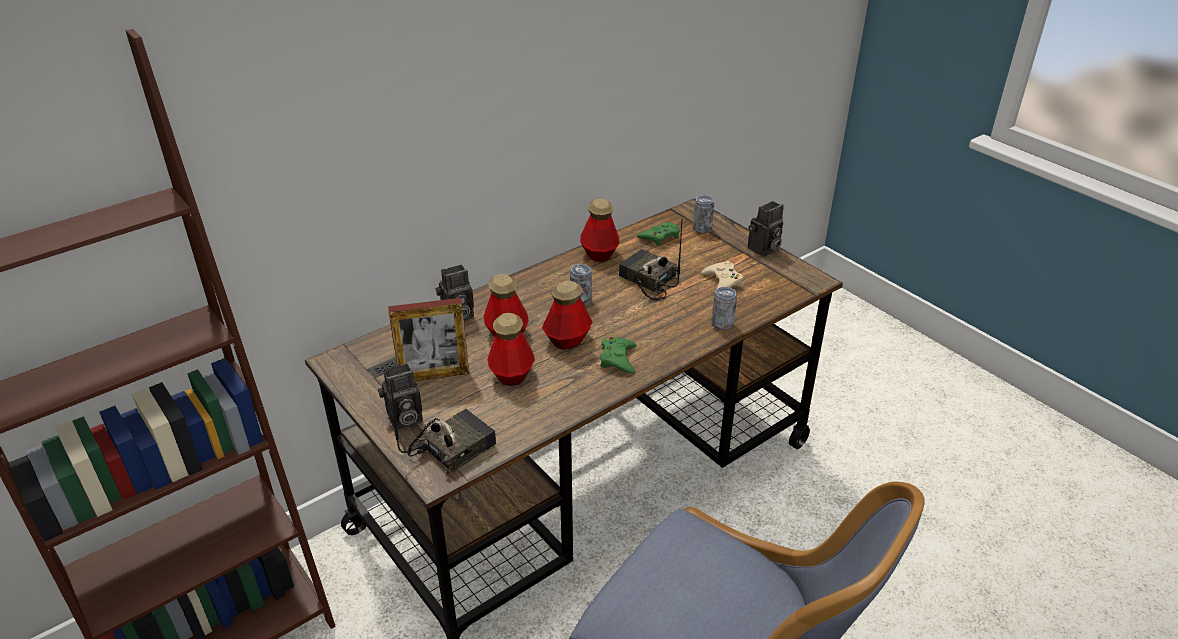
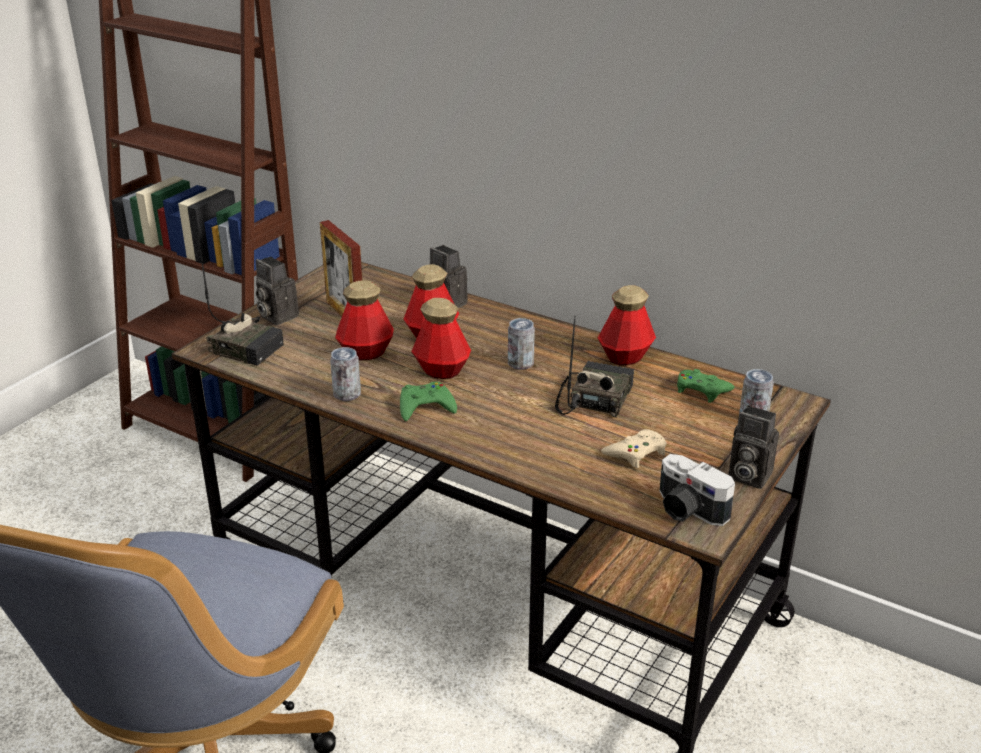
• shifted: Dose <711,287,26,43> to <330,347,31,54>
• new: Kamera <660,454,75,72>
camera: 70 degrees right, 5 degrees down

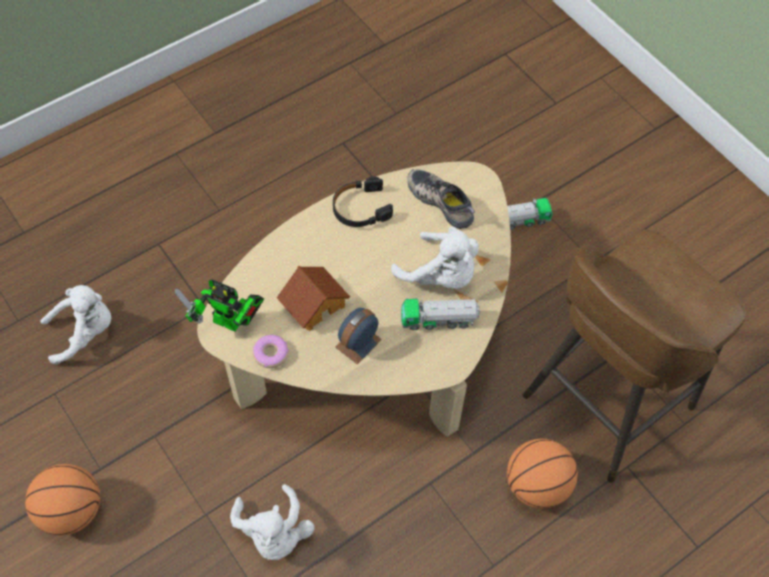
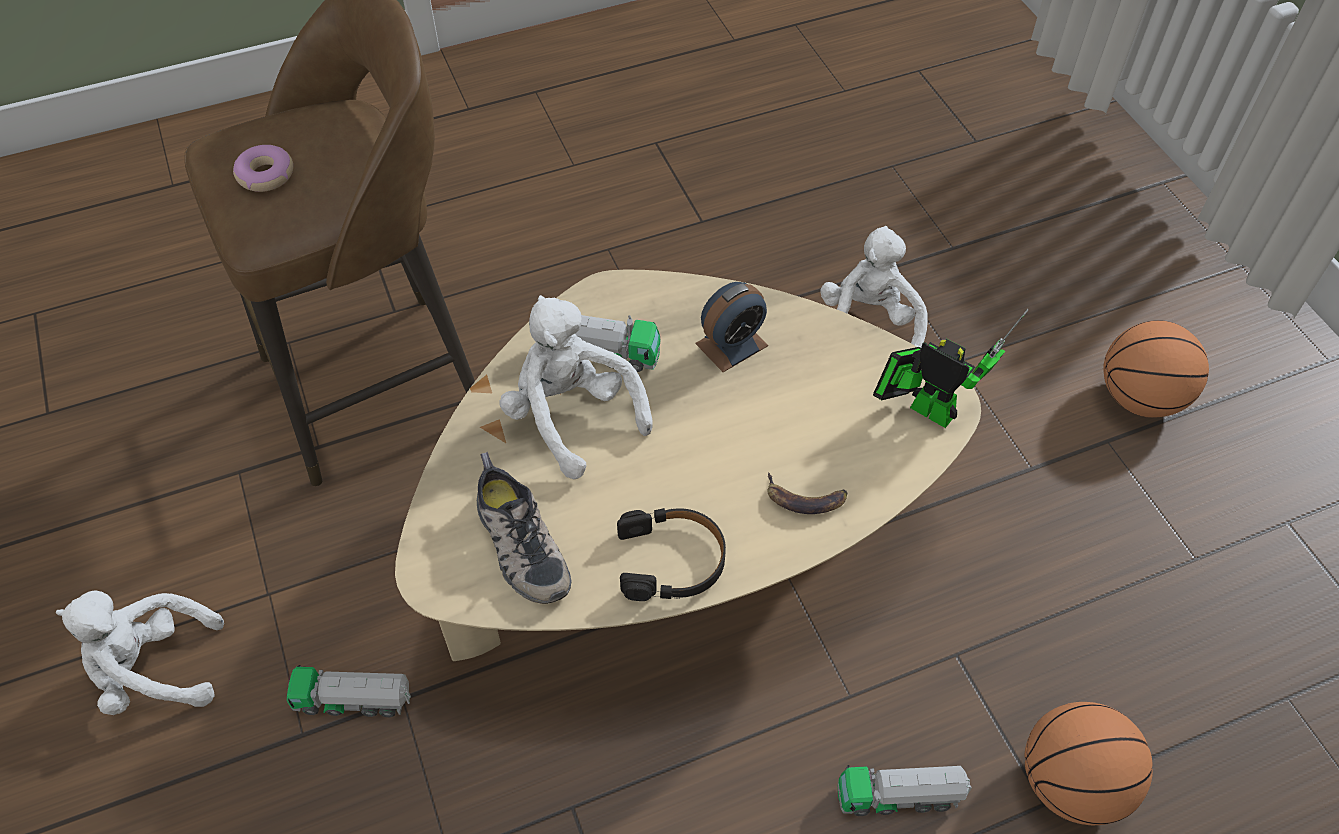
• shifted: Plüschtier (weiß) <40,285,71,80> to <56,590,168,125>
• shifted: Donut <253,335,36,33> to <233,145,60,47>
• new: Banane <767,472,81,42>
• new: Spielzeuglaster <838,765,133,51>
• shifted: Basketball <507,439,71,70> to <1024,702,129,123>
• gone: Spielzeughaus <277,266,73,65>
camera: 165 degrees left, 5 degrees down

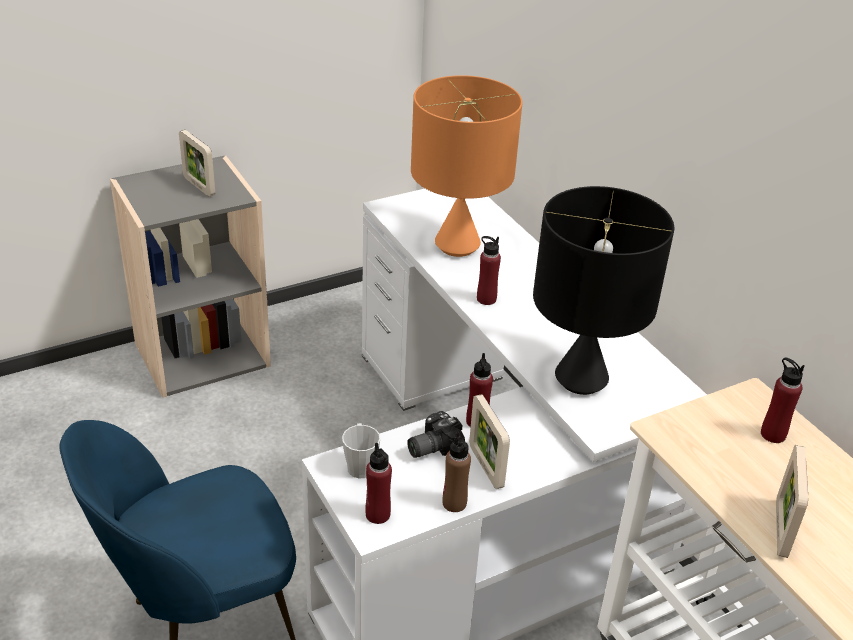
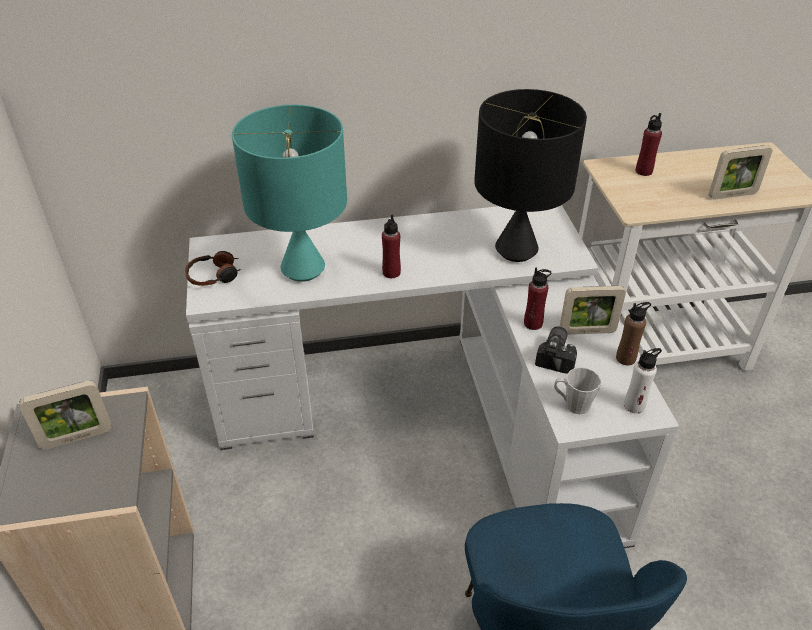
• new: Kopfhörer <185,251,56,35>
• repainted: Tischlampe (orange) <411,75,111,182> to Tischlampe (türkis) <232,105,115,177>
• rotated: Kamera <407,411,58,47> = <535,326,42,48> 150 degrees counterclockwise
• repainted: Flasche (rot) <365,443,27,81> to Flasche (weiß) <624,348,38,66>
• rotated: Bilderrahmen <776,445,32,113> = <709,145,64,55> 45 degrees counterclockwise
camera: 70 degrees left, 5 degrees up

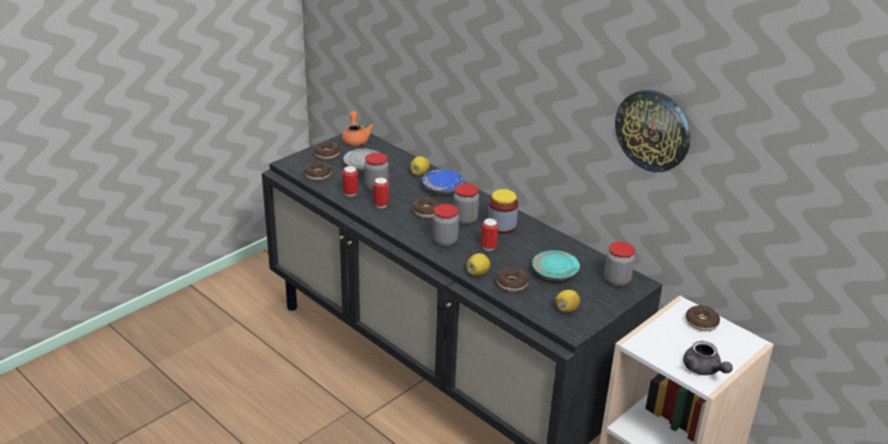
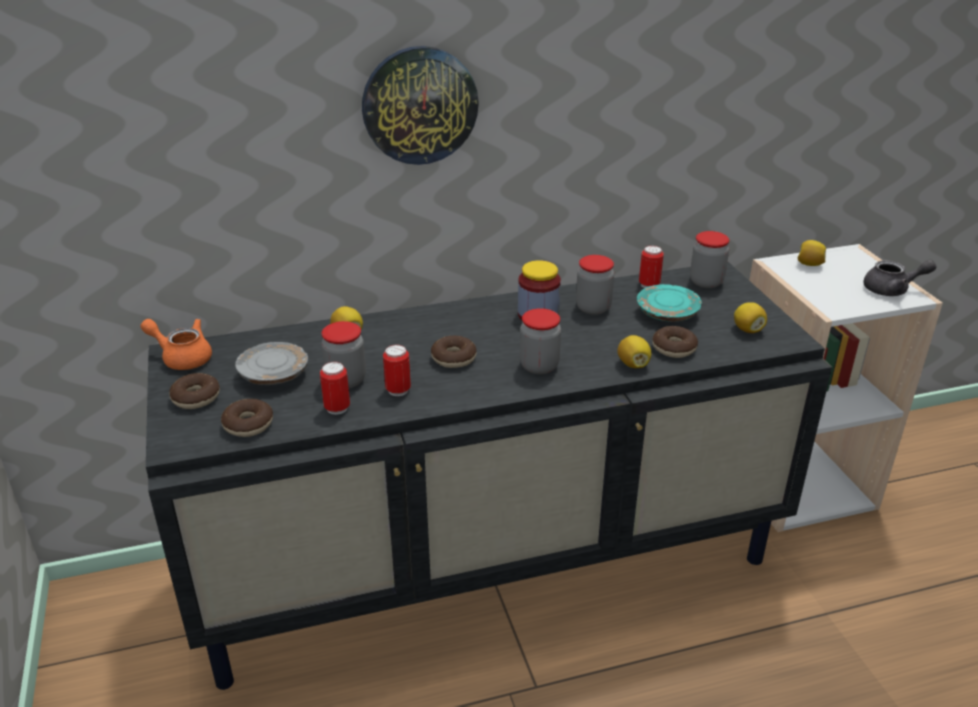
• shifted: Wanduhr <615,90,75,82> to <362,46,117,119>
• shifted: Vorratsglas <453,183,26,42> to <576,255,38,60>
• shifted: Dose <481,218,17,33> to <639,245,25,43>
• swapped: Donut <686,306,34,25> to Zitrone <798,240,28,26>
• gone: Teller (blau) <422,169,42,25>
camera: 60 degrees left, 0 degrees up

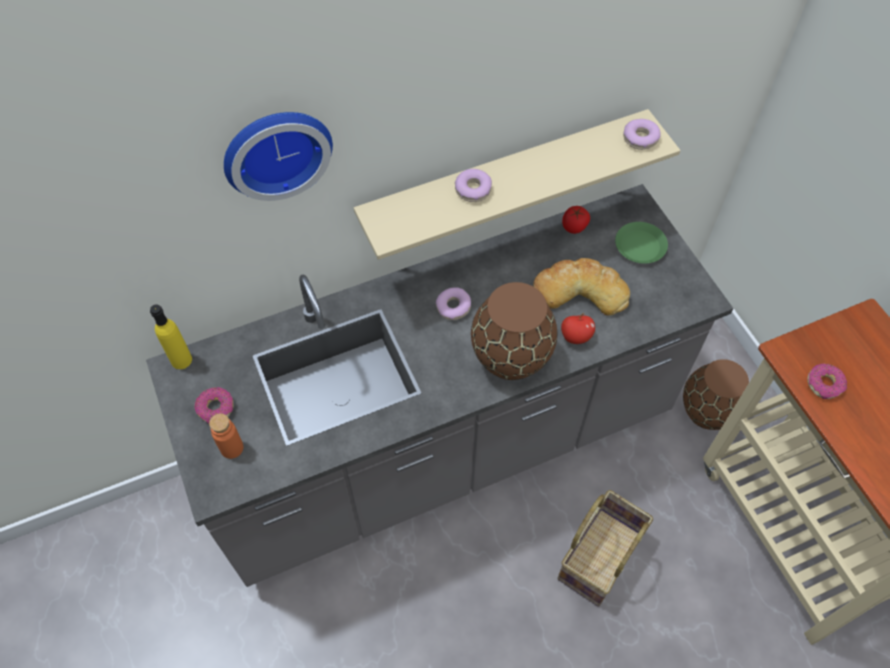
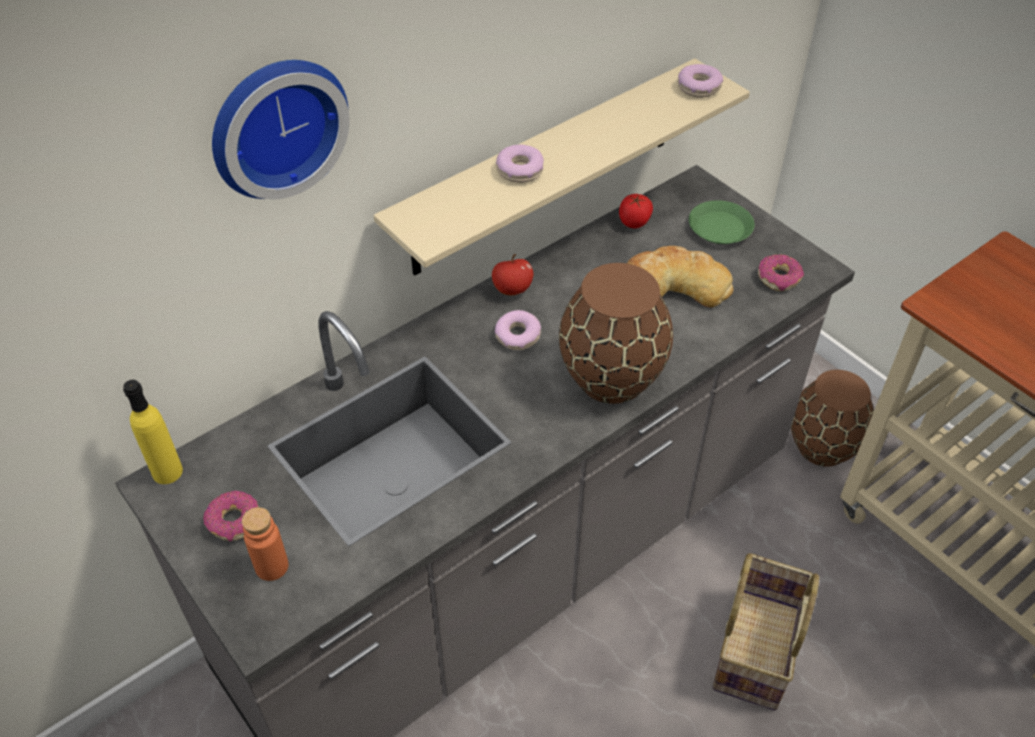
• shifted: Apfel <561,313,34,31> to <492,254,41,41>
• shifted: Donut <807,364,40,35> to <758,254,46,37>
camera: 15 degrees left, 10 degrees down

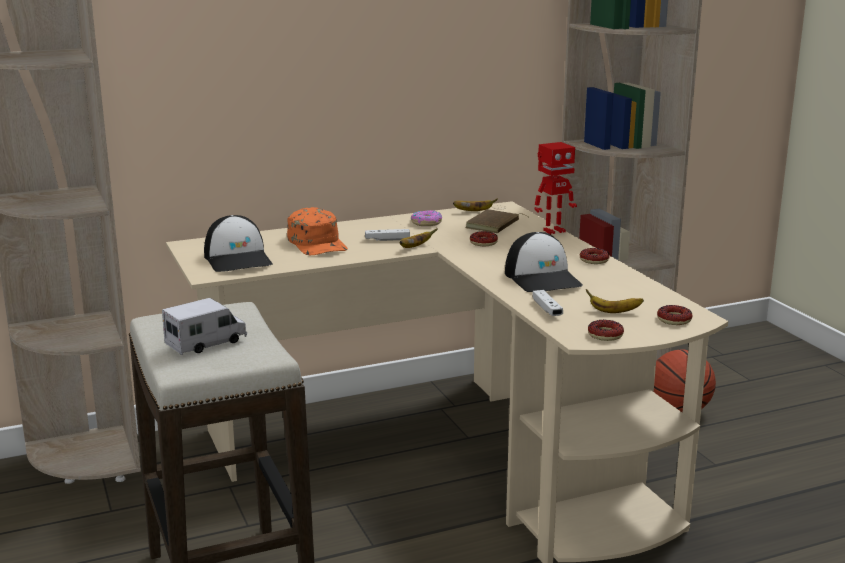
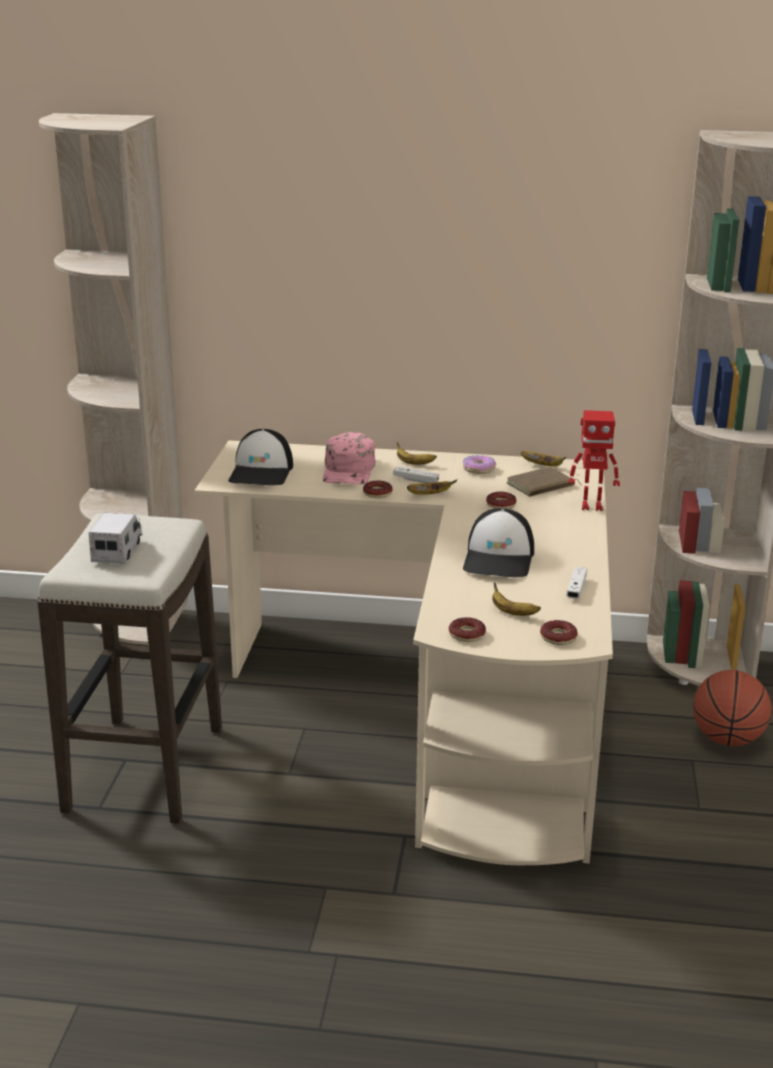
• rotated: Spielzeuglaster <162,298,85,57> = <89,513,53,51> 75 degrees counterclockwise
• repainted: Kappe (orange) <287,207,61,48> to Kappe (rosa) <323,432,52,53>
• shifted: Donut <580,248,30,16> to <363,481,30,17>
• new: Banane <397,442,40,23>
• shifted: Gamepad (weiß) <532,290,31,26> to <566,567,21,32>
camera: 30 degrees right, 5 degrees up

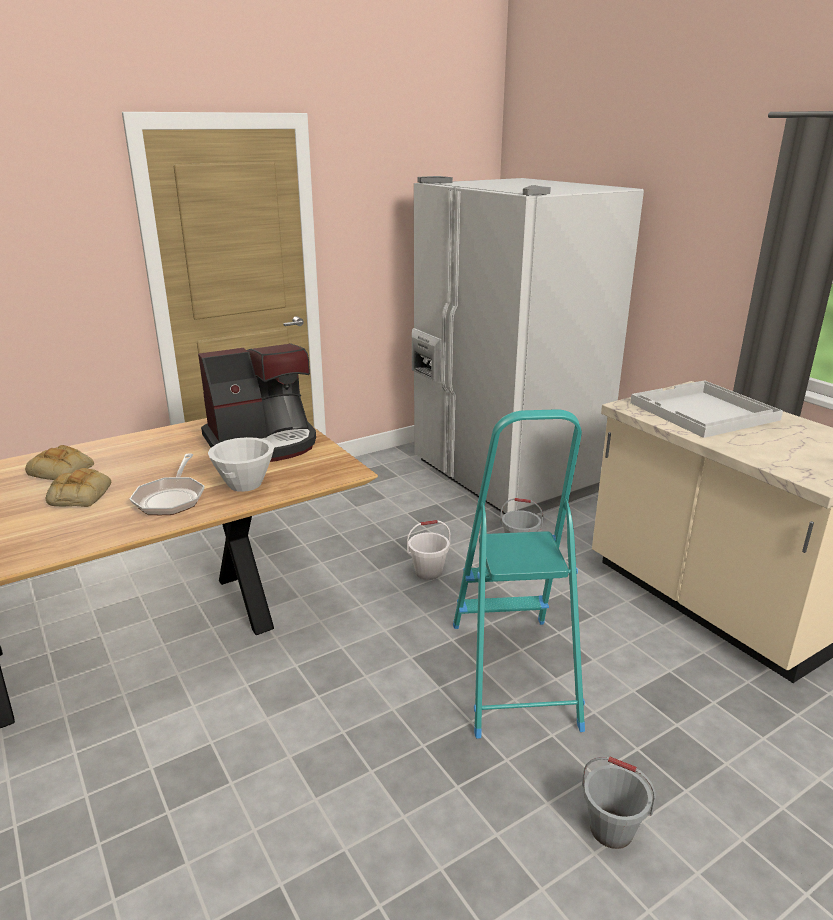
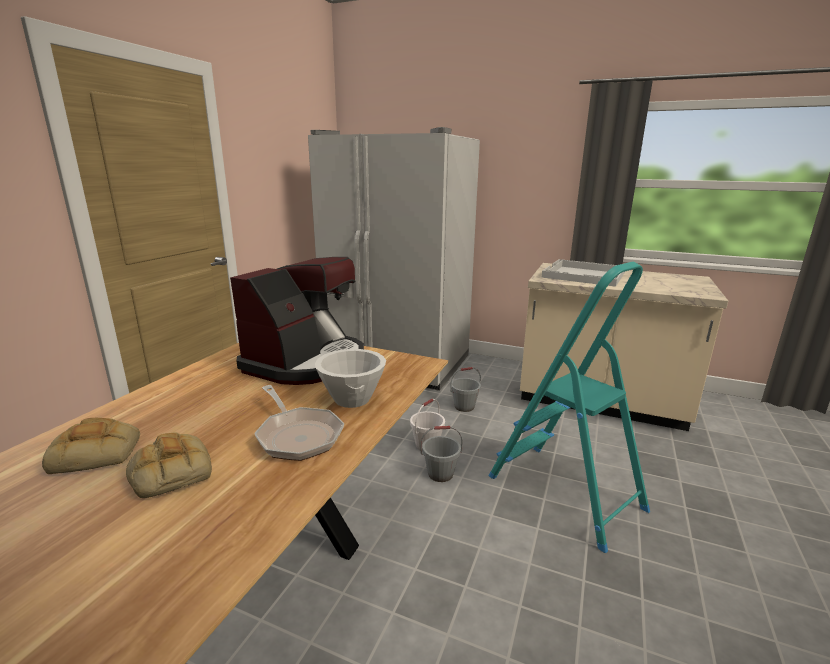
• shifted: Eimer (grau) <582,756,74,93> to <421,426,42,56>
camera: 35 degrees left, 5 degrees down

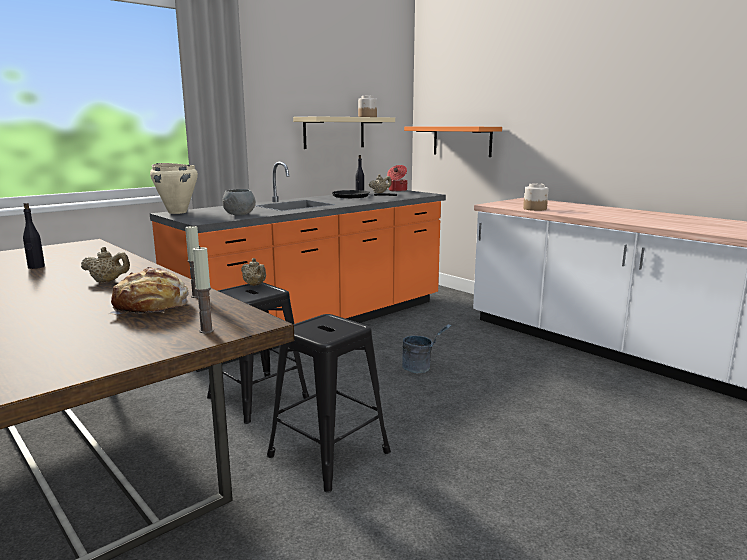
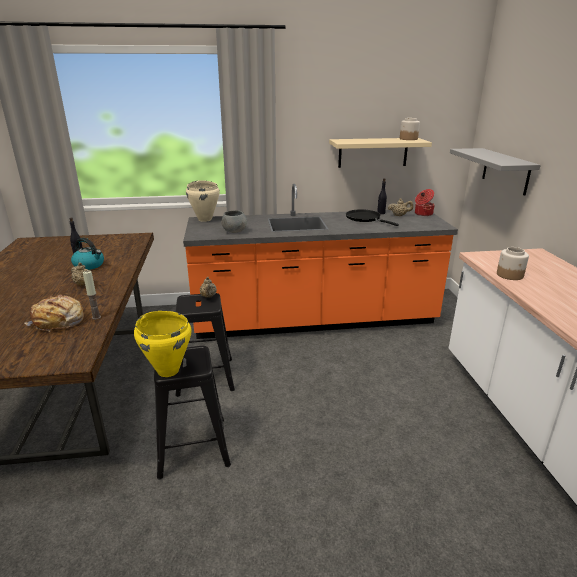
• new: Wasserkessel <71,238,33,32>
• new: Kochtopf (gelb) <134,311,58,66>
• repainted: Wandregal (orange) <404,126,98,31> to Wandregal (grau) <450,148,91,48>
• gone: Kerze <192,246,22,87>
• gone: Eimer (grau) <402,324,50,49>
camera: 35 degrees right, 10 degrees up

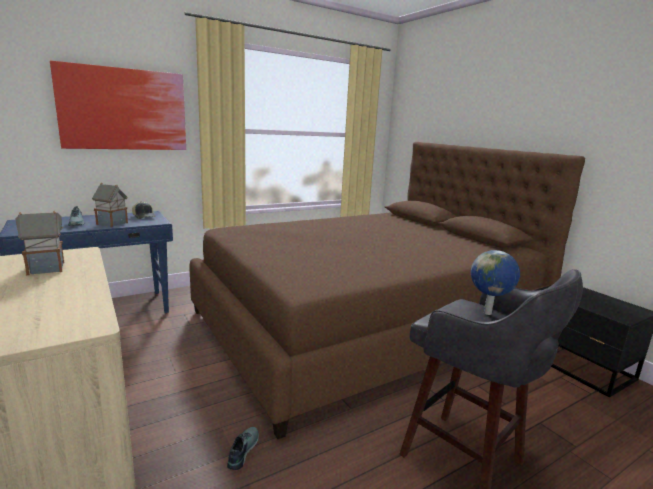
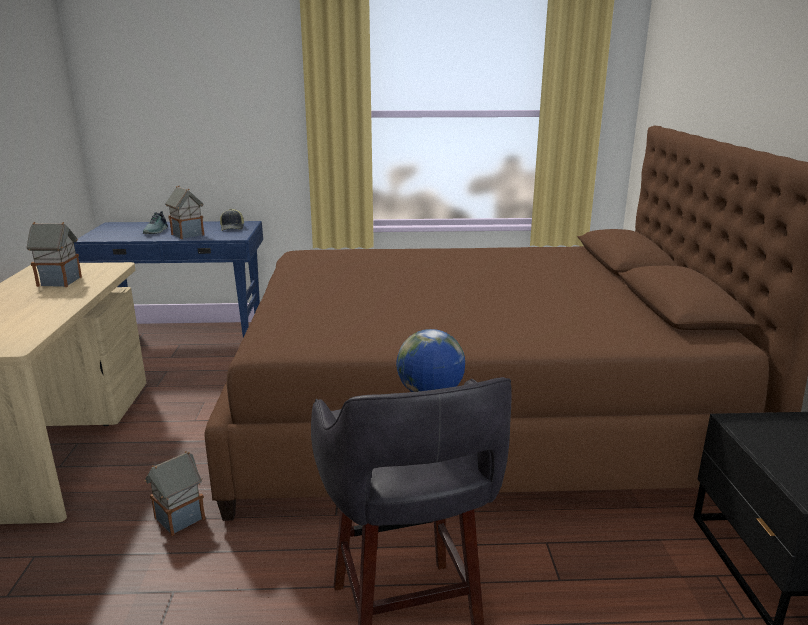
• swapped: Schuh <227,427,32,43> to Spielzeughaus <144,451,62,85>
• gone: Bild <50,61,136,89>
camera: 30 degrees right, 5 degrees up

